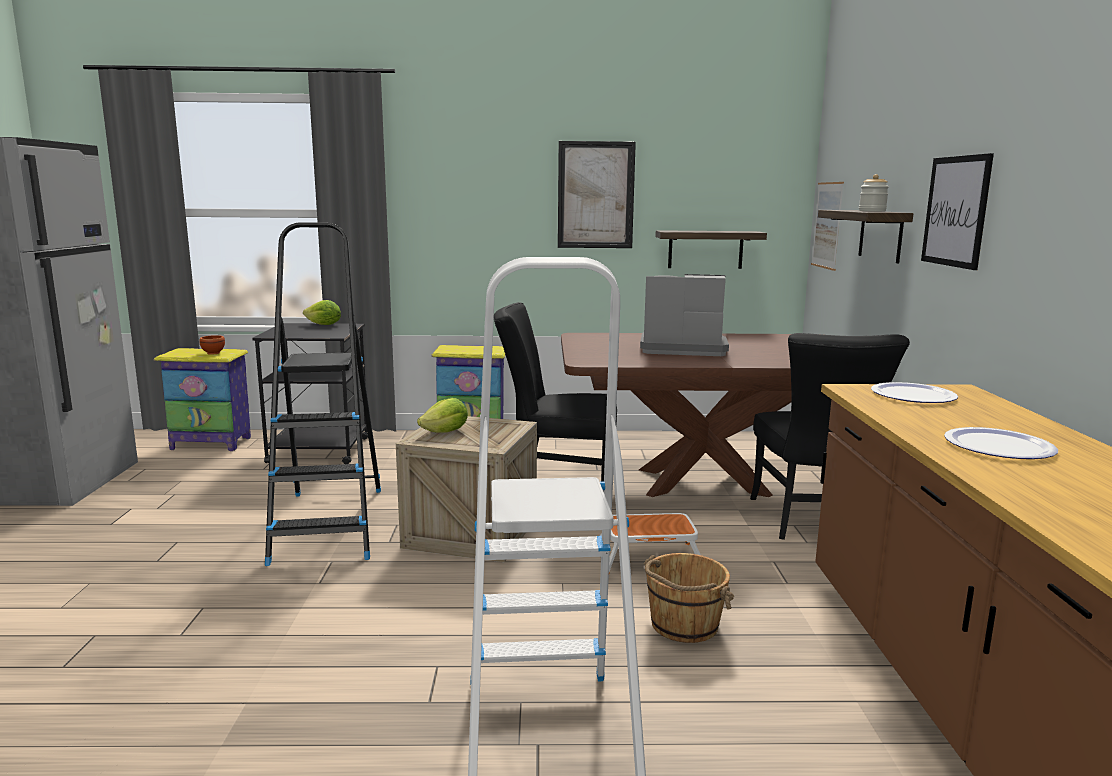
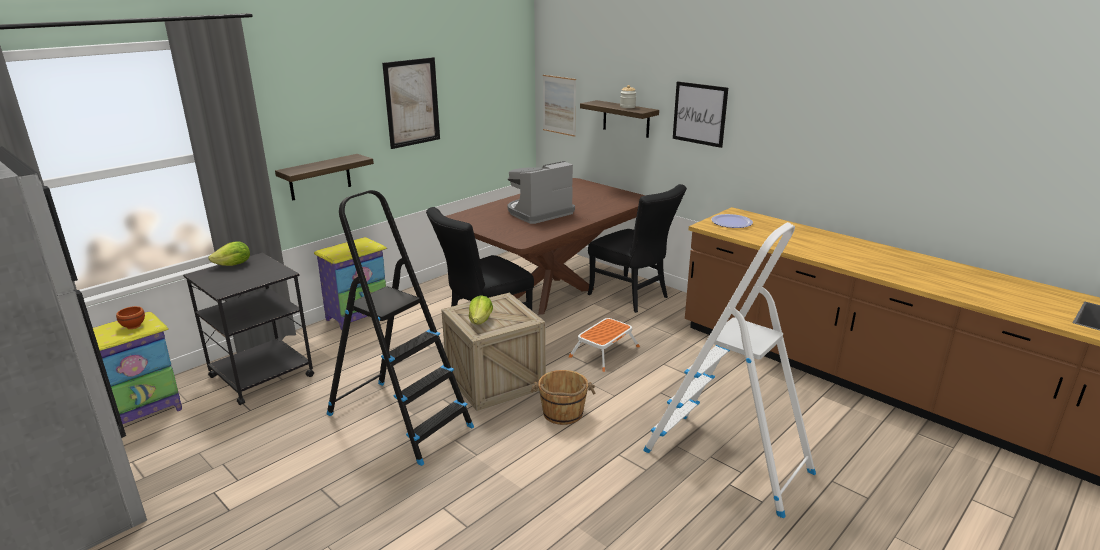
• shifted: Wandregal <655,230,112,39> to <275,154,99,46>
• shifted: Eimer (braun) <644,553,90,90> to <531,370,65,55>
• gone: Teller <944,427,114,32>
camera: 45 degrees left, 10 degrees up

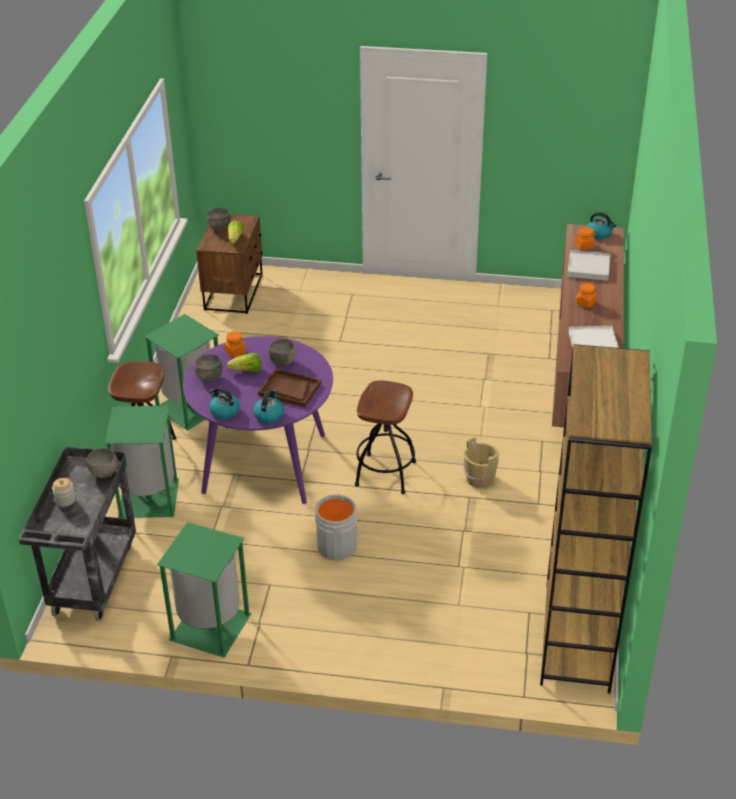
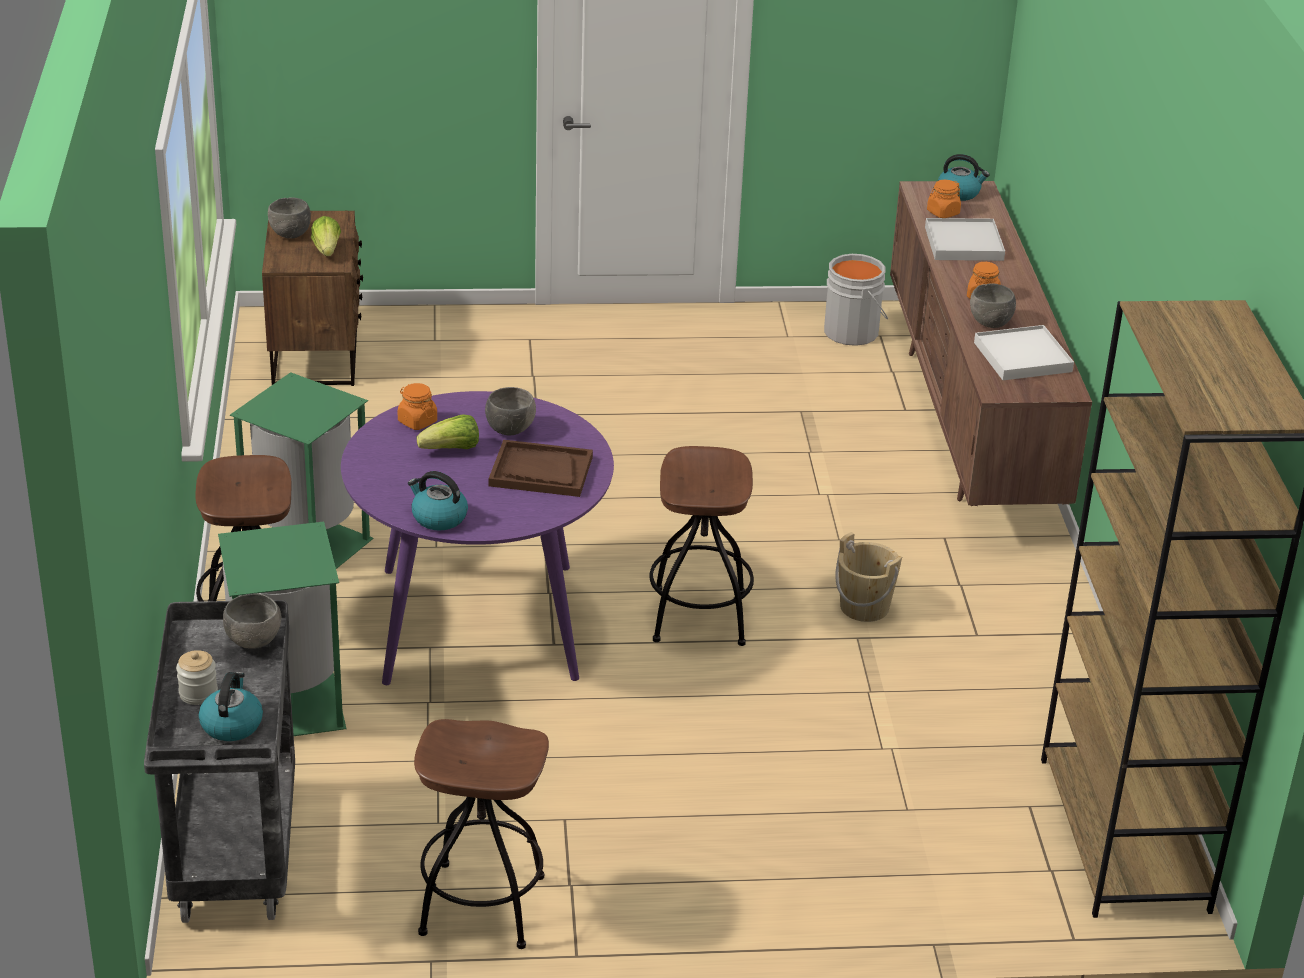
• shifted: Wasserkessel <253,390,31,34> to <199,672,64,69>
• swapped: Mülleimer (grün) <157,522,95,136> to Hocker (braun) <414,719,135,230>
• shifted: Eimer (grau) <315,495,44,66> to <824,254,64,92>
• shifted: Schüssel (grau) <194,354,29,28> to <970,283,46,45>
camera: 15 degrees left, 5 degrees down

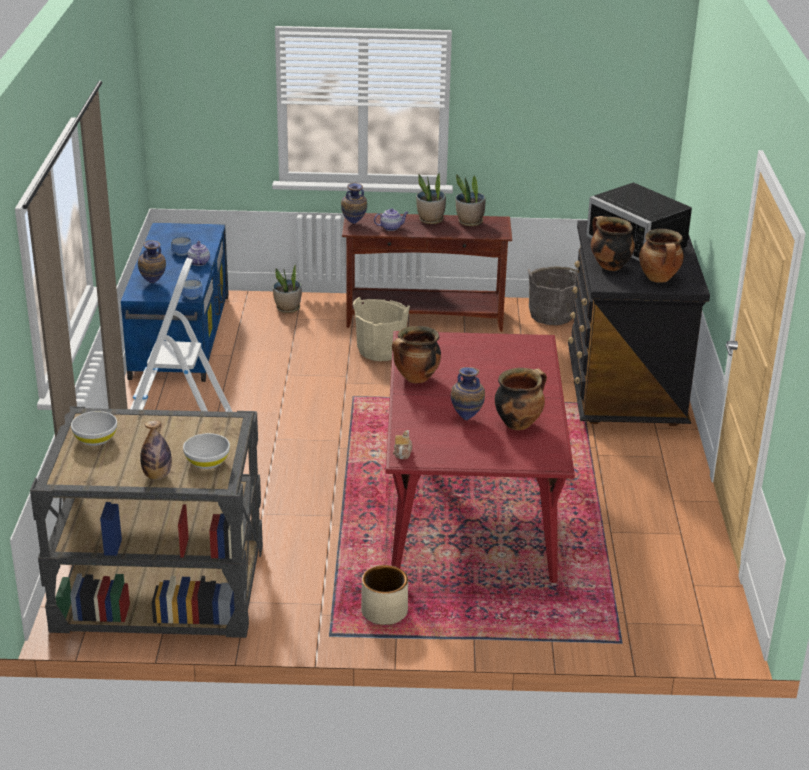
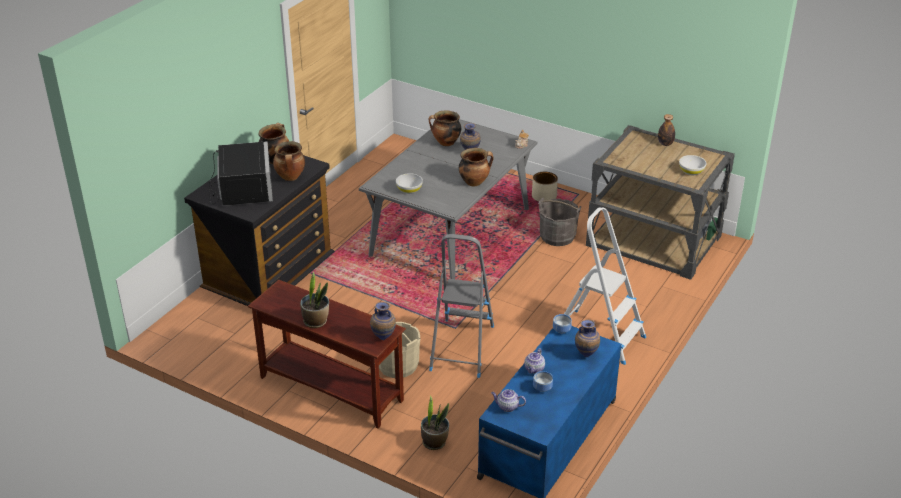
• repainted: Esstisch (rot) <386,331,189,252> to Esstisch (grau) <359,119,178,160>
• shifted: Schüssel (weiß) <183,433,47,36> to <396,173,27,21>
• new: Trittleiter (grau) <429,234,65,144>
• shifted: Teekanne <374,208,35,23> to <491,389,35,23>
• shifted: Eimer (grau) <528,266,50,59> to <539,198,42,48>
• gone: Topfpflanze <455,174,31,52>
camera: 150 degrees left, 5 degrees up

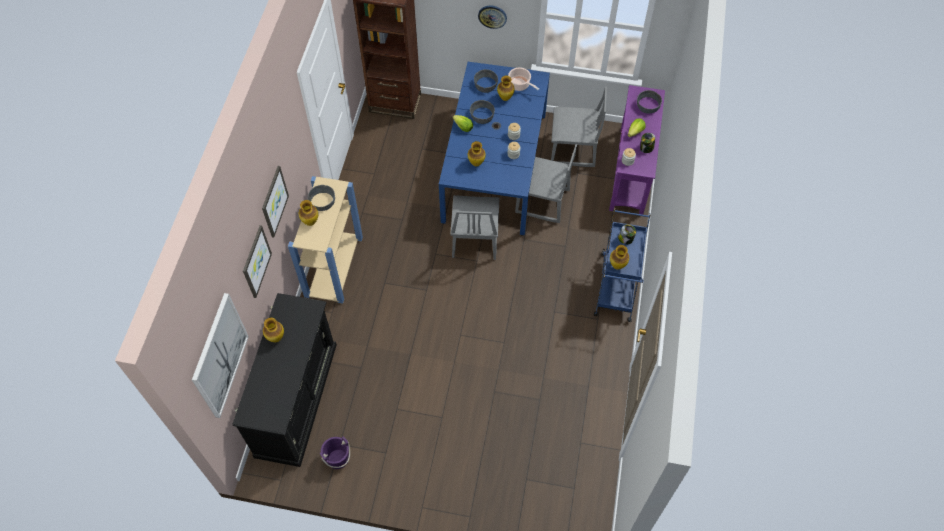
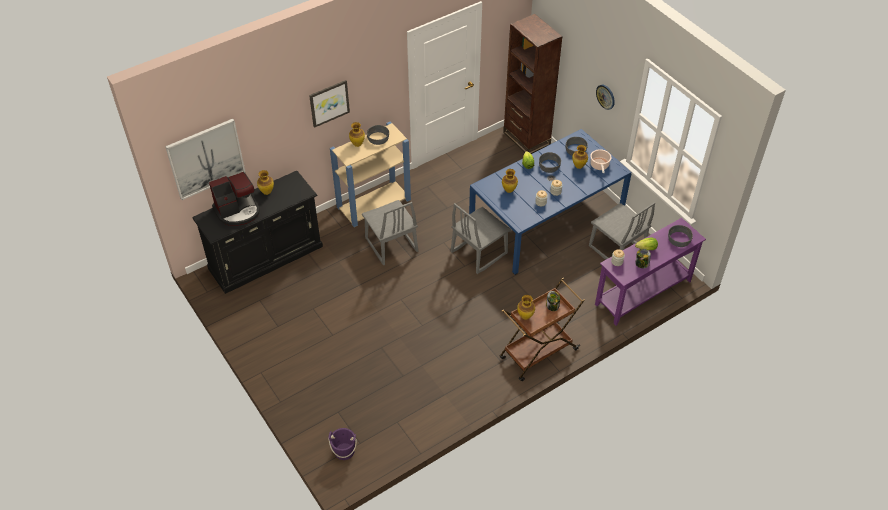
• new: Kaffeemaschine <209,172,51,54>
• shifted: Eimer (lila) <320,437,30,32> to <328,428,29,32>
• shifted: Stuhl (grau) <515,144,62,79> to <362,200,56,66>
• repainted: Rollwagen (blau) <594,208,57,114> to Rollwagen (braun) <500,278,85,103>
• gone: Bild <243,225,29,73>
camera: 45 degrees right, 10 degrees down

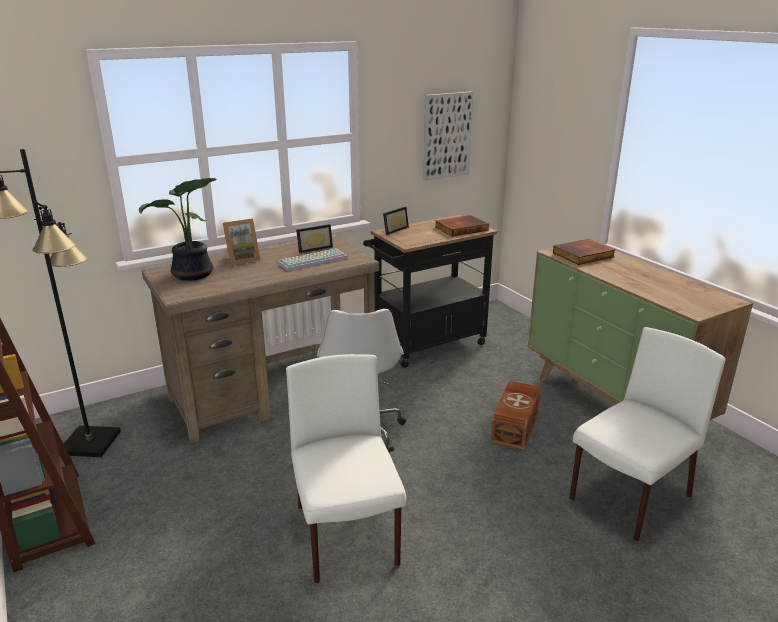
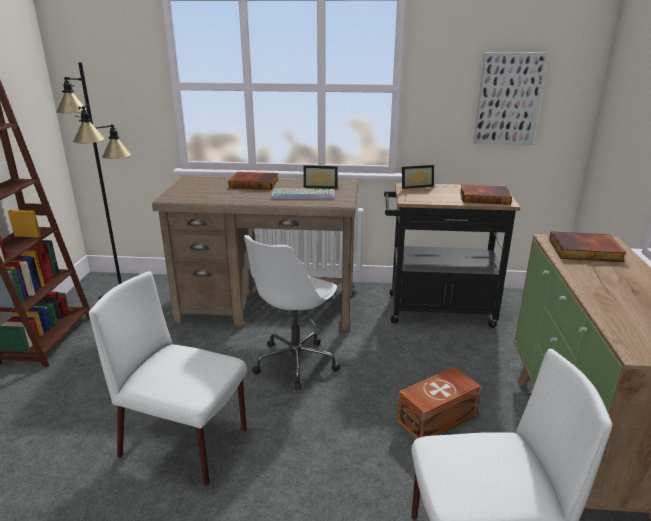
• rotated: Stuhl (weiß) <286,354,120,229> = <89,271,158,214> 90 degrees counterclockwise
• swapped: Bilderrahmen <223,218,38,47> to Buch <228,172,51,18>
• gone: Topfpflanze <139,178,78,103>
camera: 35 degrees right, 0 degrees up

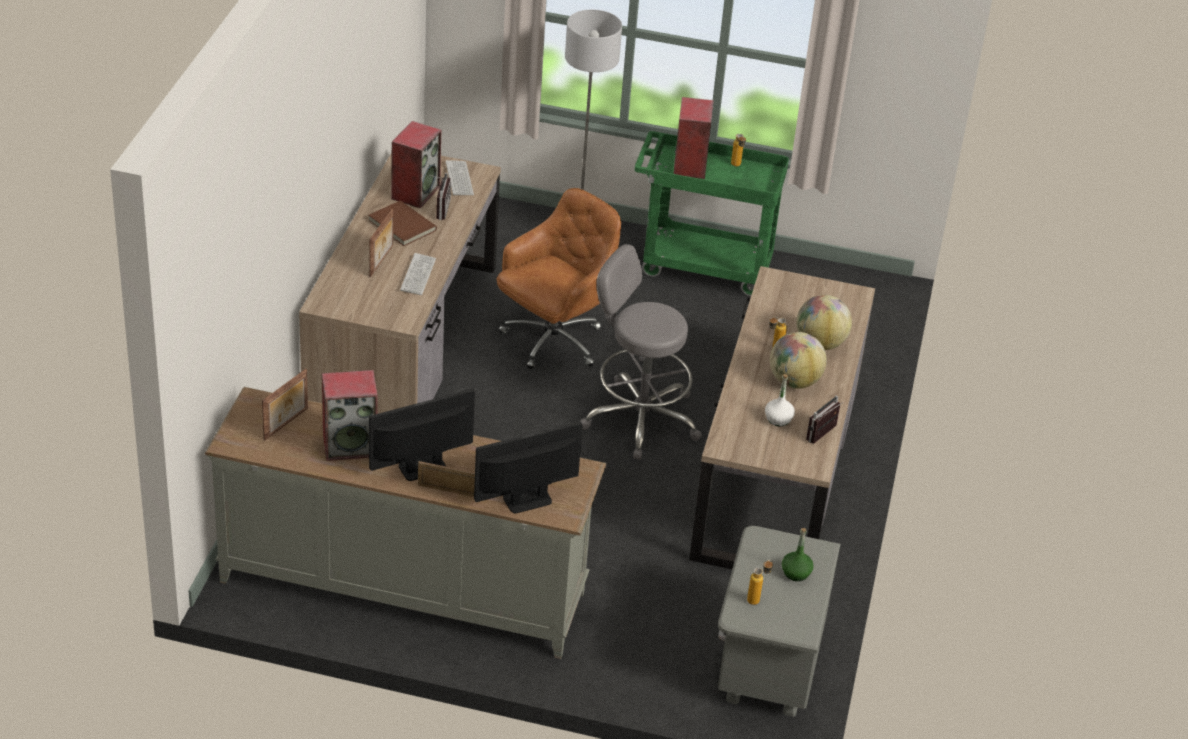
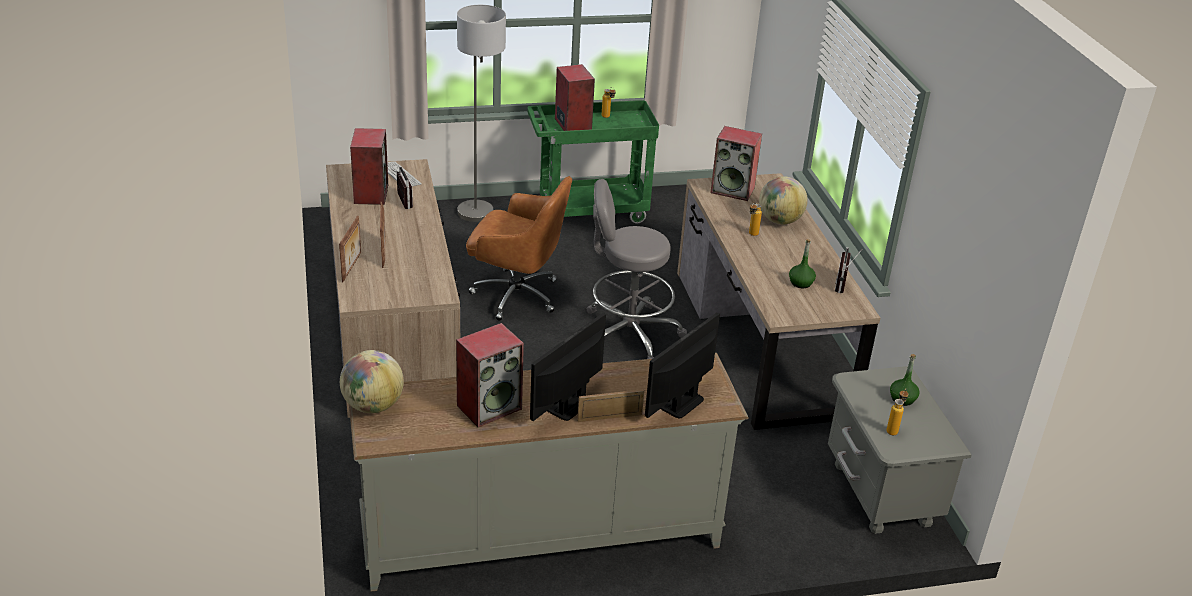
• shifted: Bilderrahmen <262,369,46,72> to <339,216,22,67>
• shifted: Globus <770,332,57,57> to <340,350,64,63>
• rotated: Bürostuhl (braun) <496,188,125,181> = <466,176,106,145> 90 degrees clockwise
• new: Lautsprecher <710,126,52,75>
• repainted: Flasche (weiß) <765,374,30,52> to Flasche (grün) <789,239,27,49>
• gone: Buch (braun) <368,200,69,46>
• gone: Tastatur <400,253,36,42>
camera: 25 degrees left, 5 degrees down

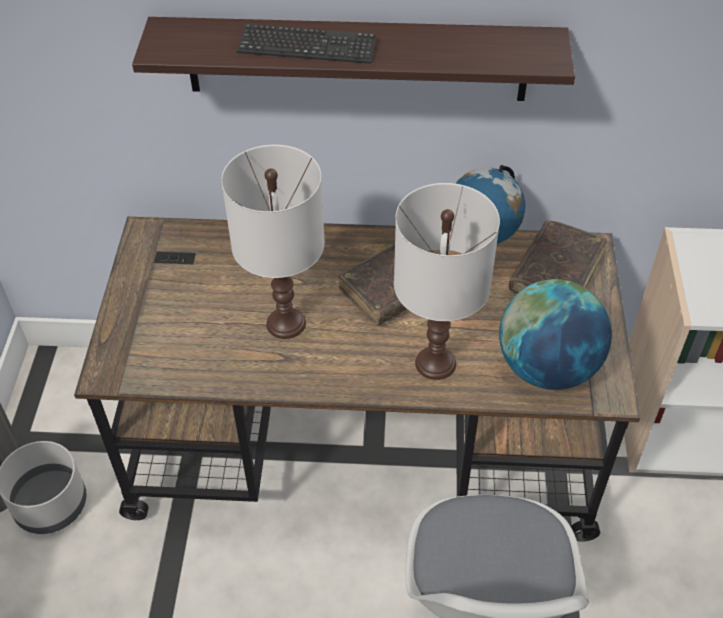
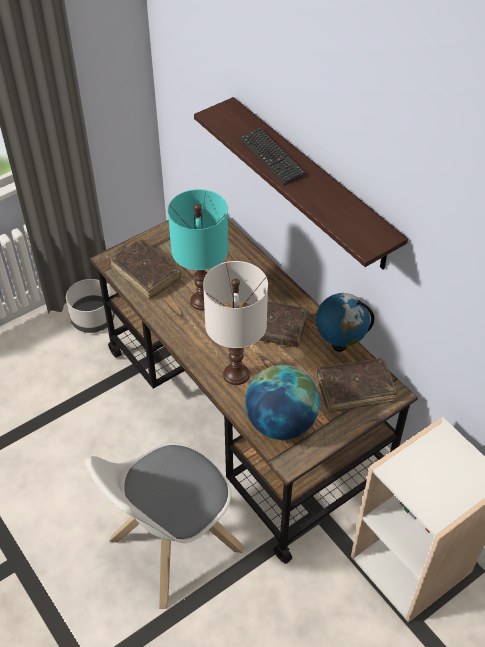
• new: Buch (braun) <110,239,72,60>
• repainted: Tischlampe (weiß) <221,145,104,194> to Tischlampe (türkis) <168,189,60,122>
camera: 50 degrees right, 0 degrees up

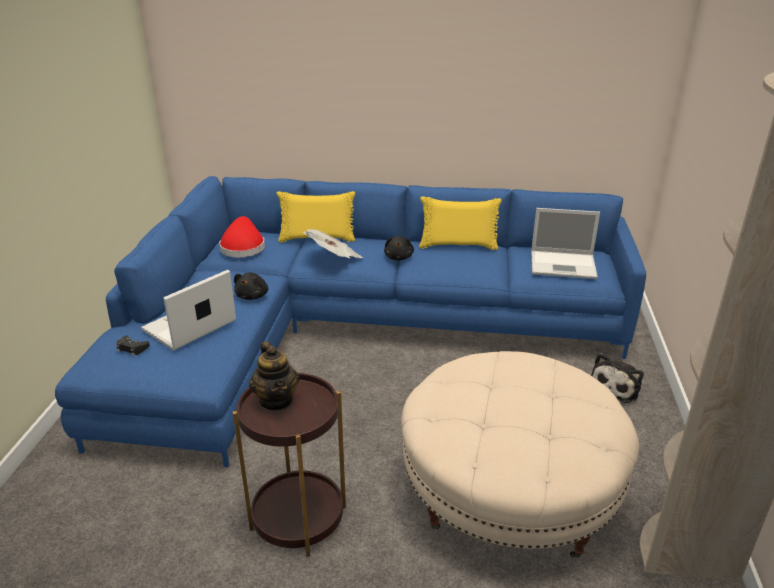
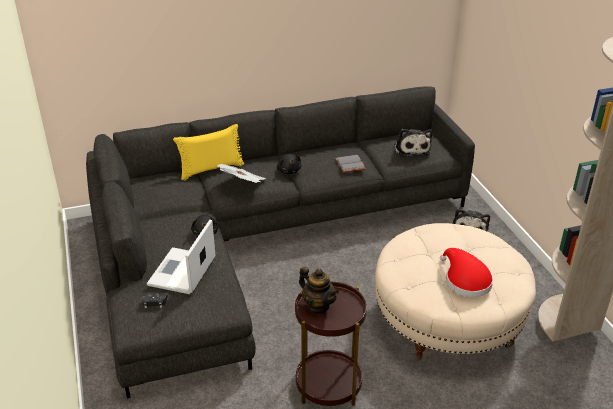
• repainted: Sofa (blau) <55,176,591,291> to Sofa (grau) <86,86,389,313>
• new: Buch (grau) <335,155,31,18>
• swapped: Laptop <531,208,69,71> to Plüschtier <395,129,37,28>
• shifted: Hut (rot) <219,216,46,41> to <440,248,53,49>
• gone: Kissen (gelb) <419,196,82,55>
camera: 25 degrees left, 5 degrees up

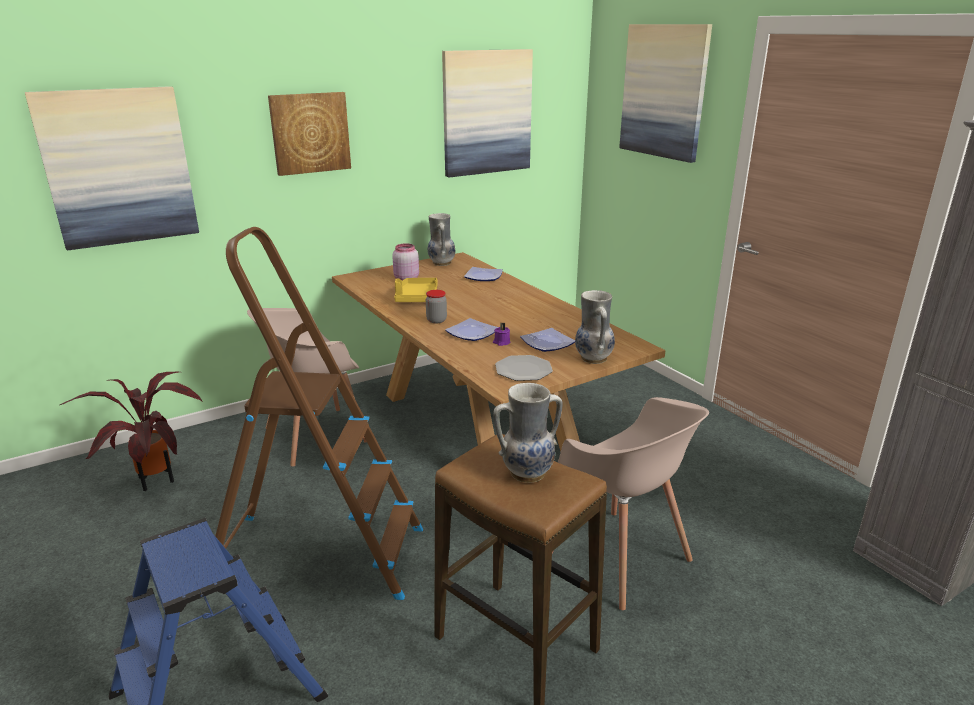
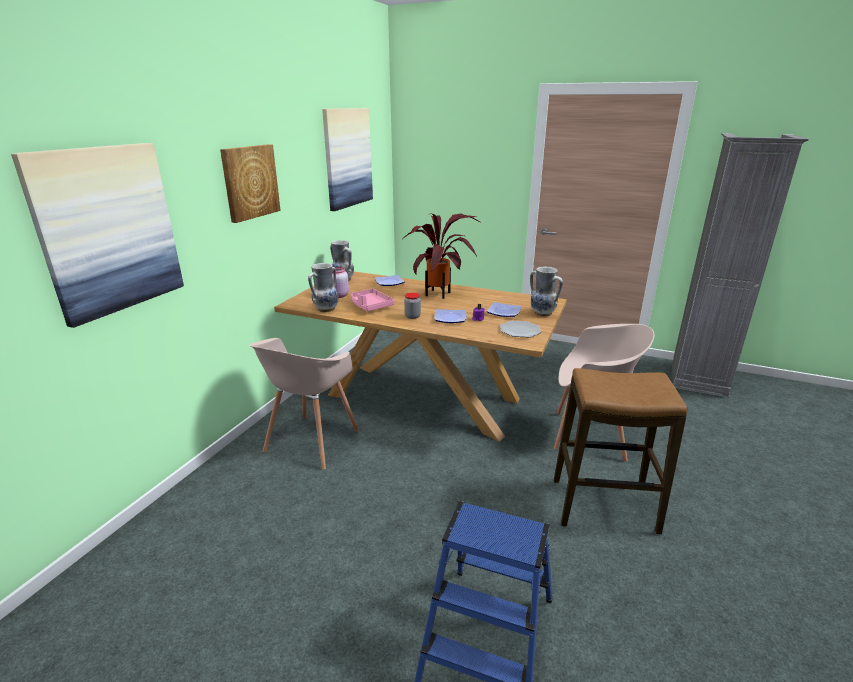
• shifted: Vase <493,383,70,100> to <308,263,31,49>
• repainted: Tablett (gelb) <394,278,44,24> to Tablett (rosa) <351,288,44,23>
• shifted: Topfpflanze <60,372,143,119> to <404,213,76,86>
• gone: Trittleiter (braun) <215,227,208,373>
• gone: Bild <619,24,93,139>
camera: 35 degrees left, 0 degrees up

